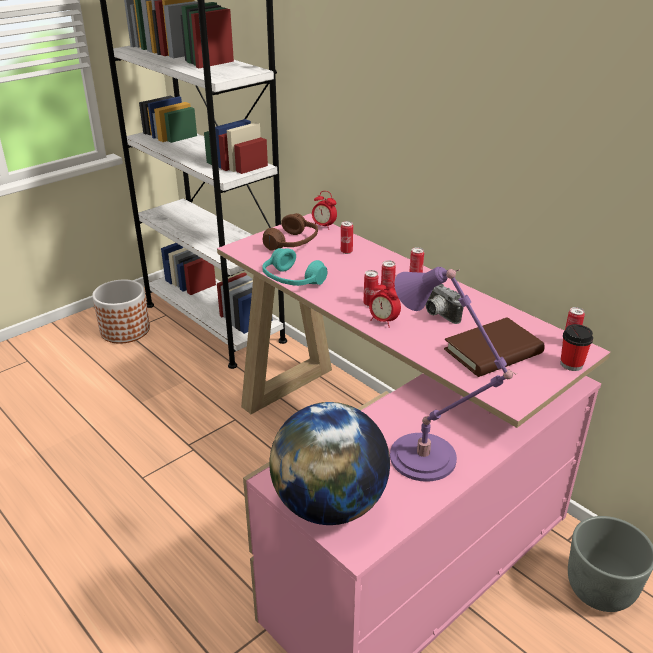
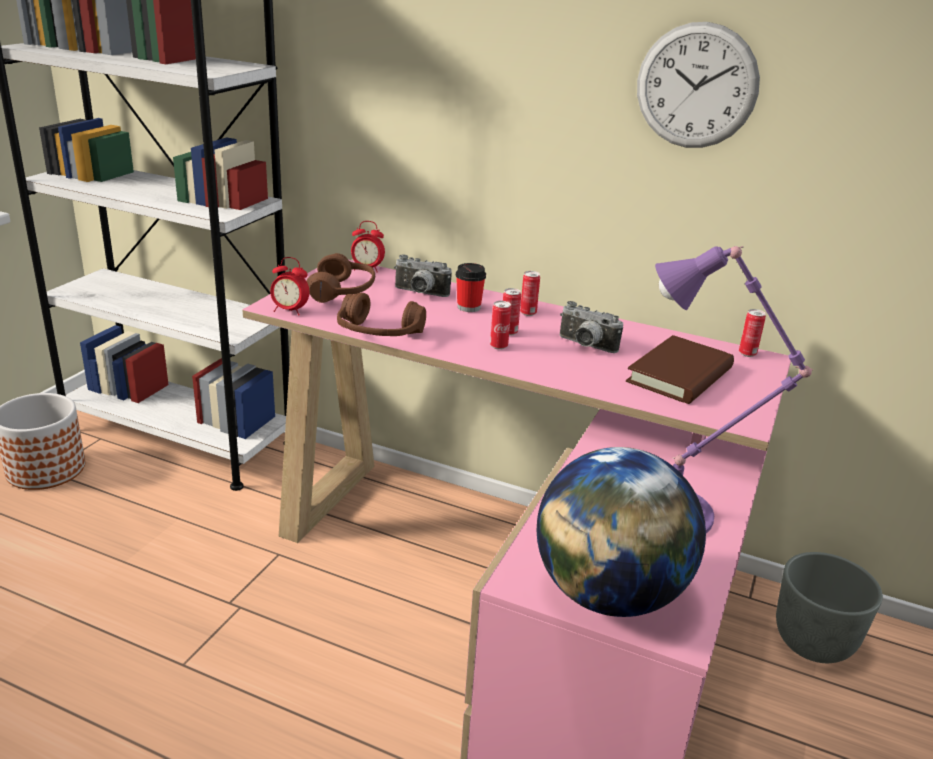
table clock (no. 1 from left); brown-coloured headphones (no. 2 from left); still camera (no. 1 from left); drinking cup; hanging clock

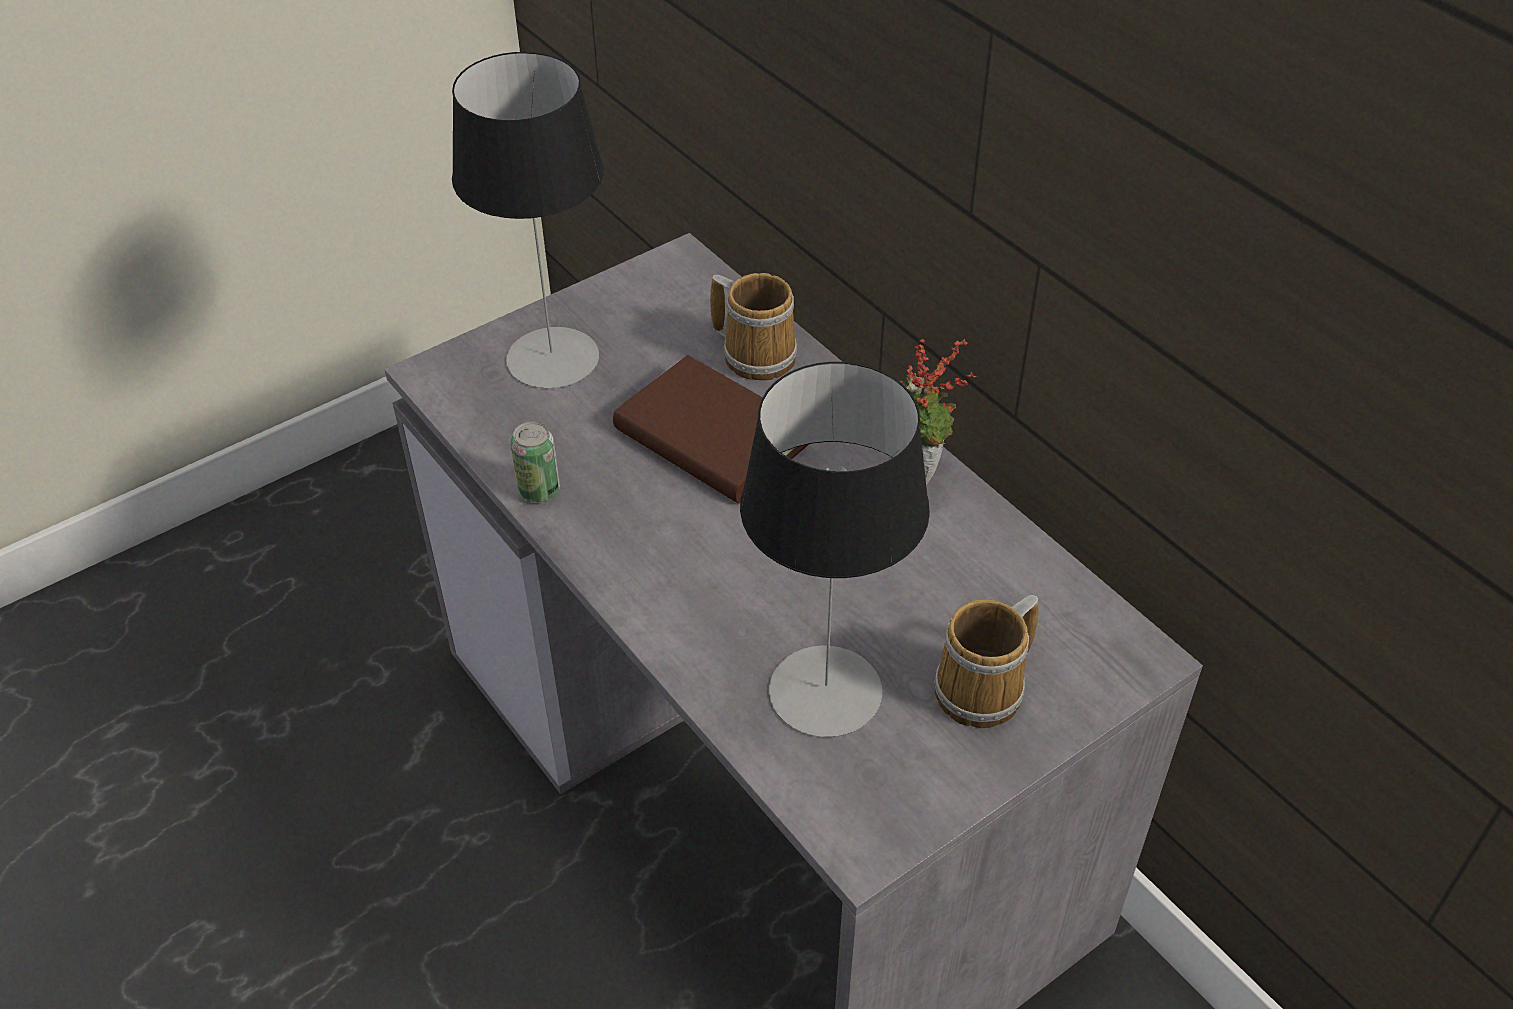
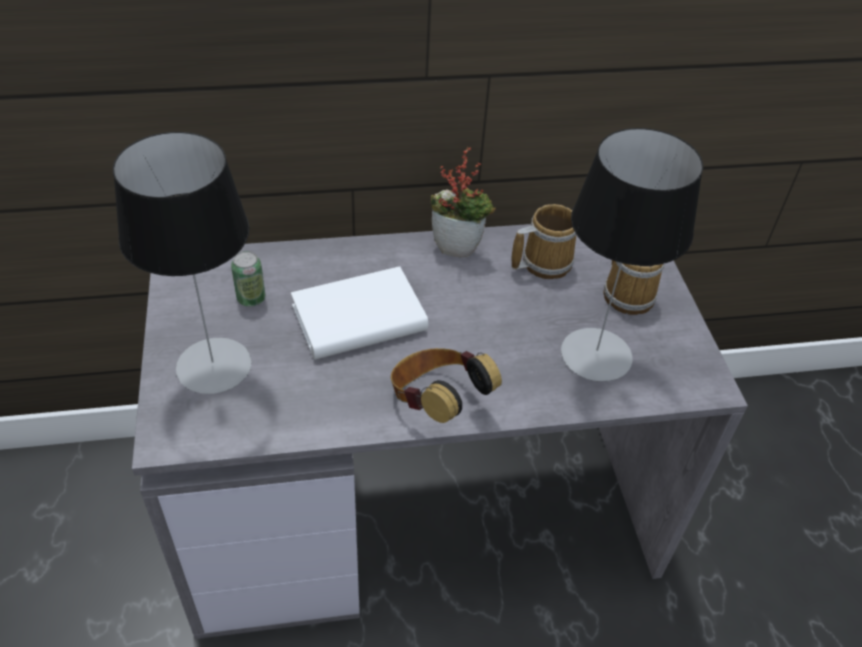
sealed can; white bound book; headphones; mug (no. 1 from left)

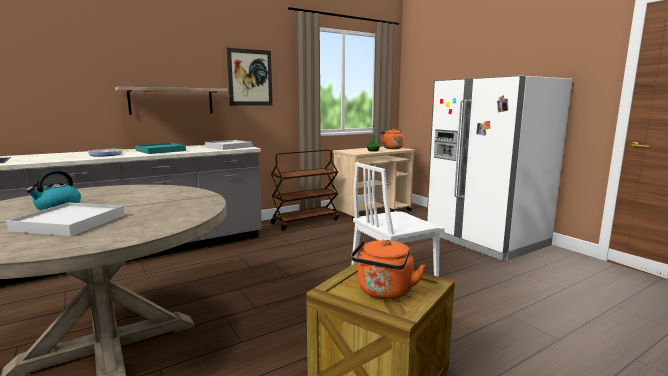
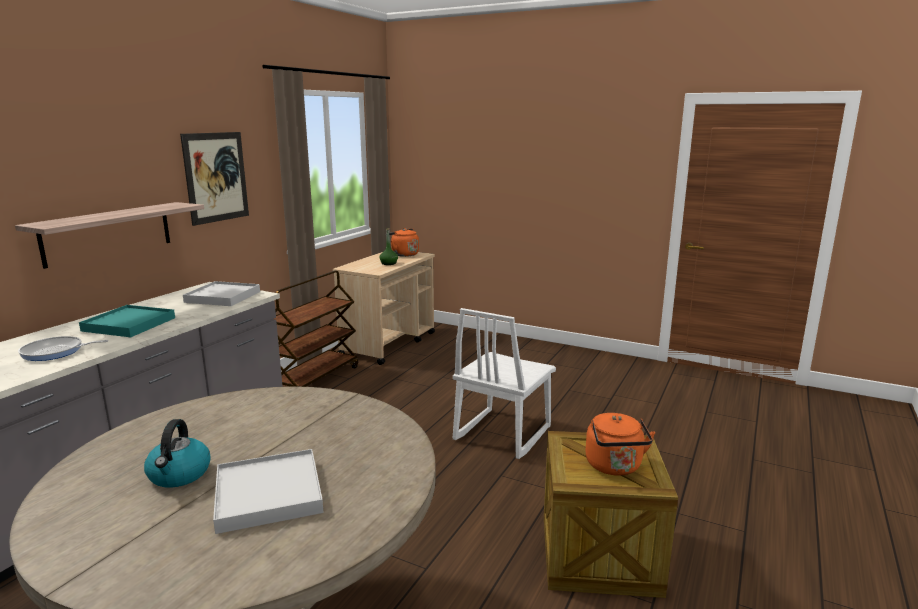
white refrigerator

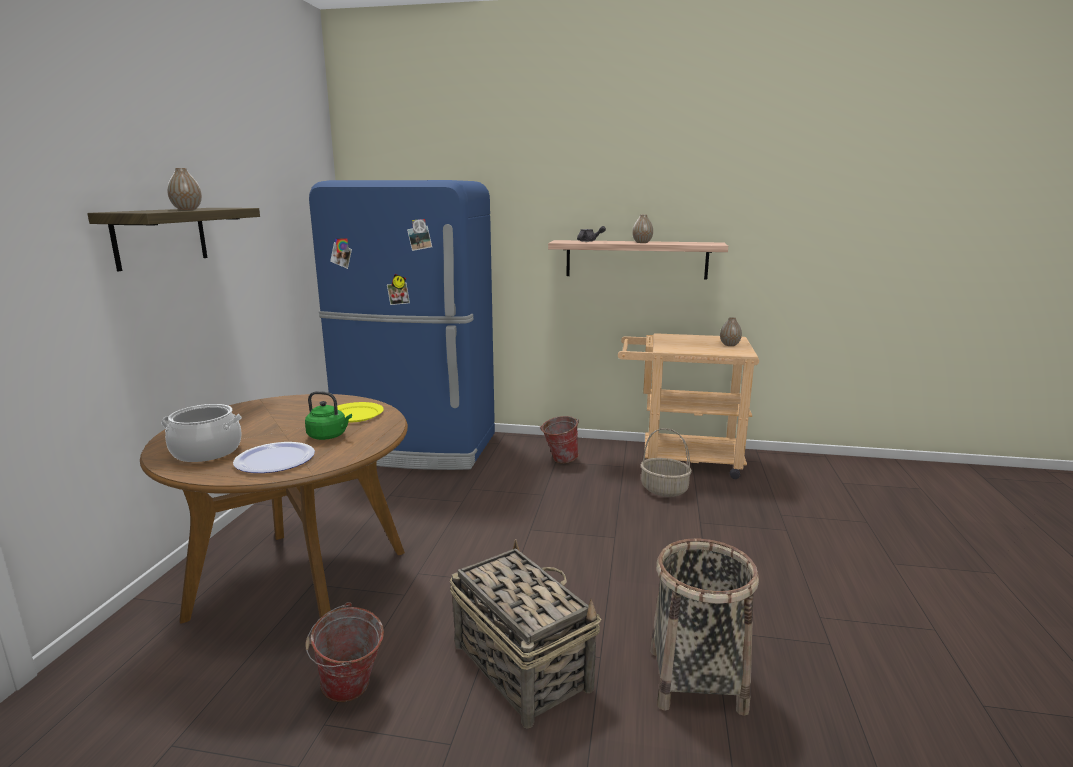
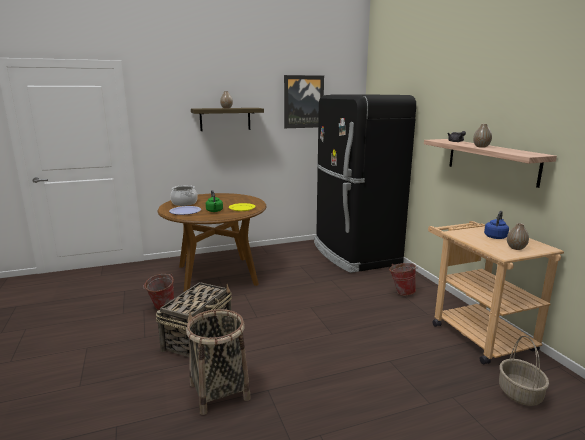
picture; blackish refrigerator; blue-coloured kettle; storage basket (no. 3 from left)

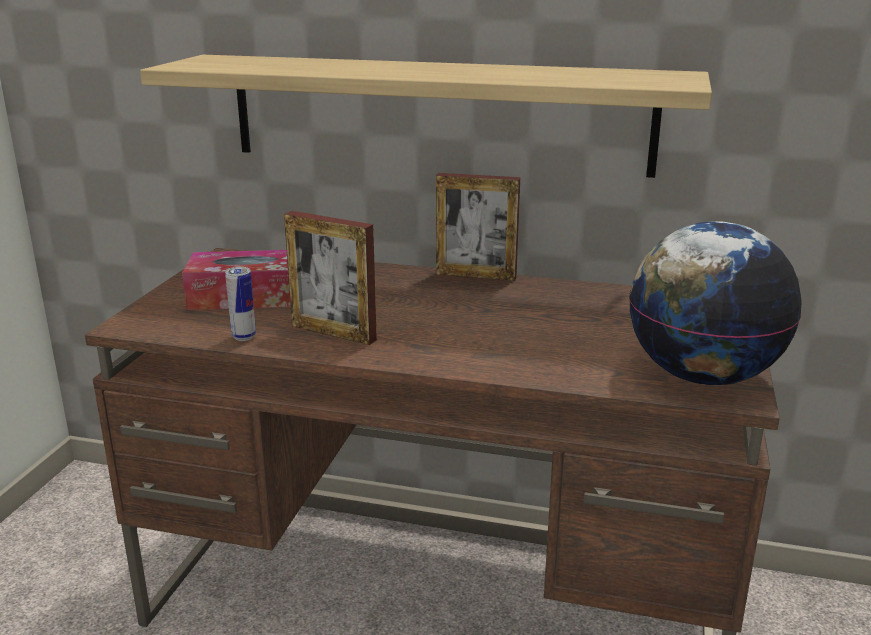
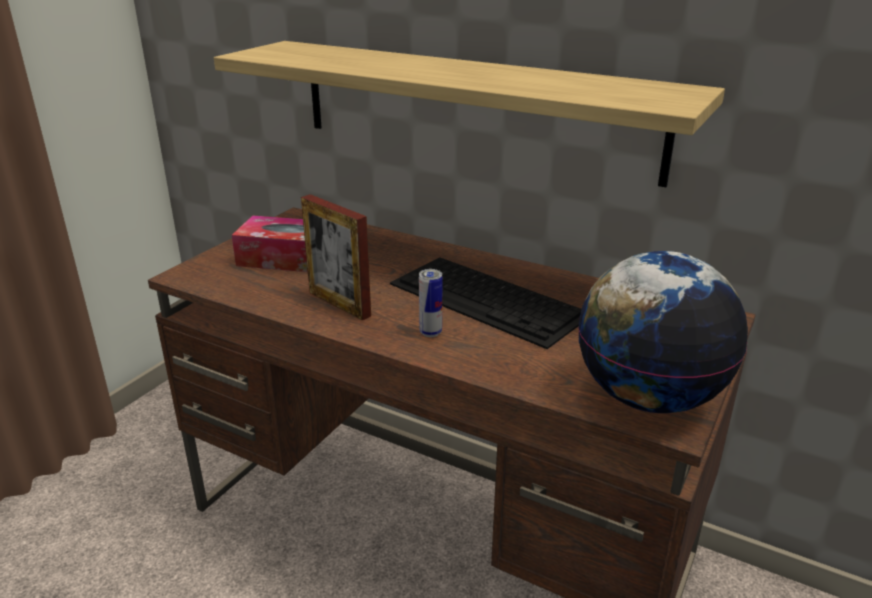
keyboard; sealed can; standing frame (no. 2 from left in the first image)

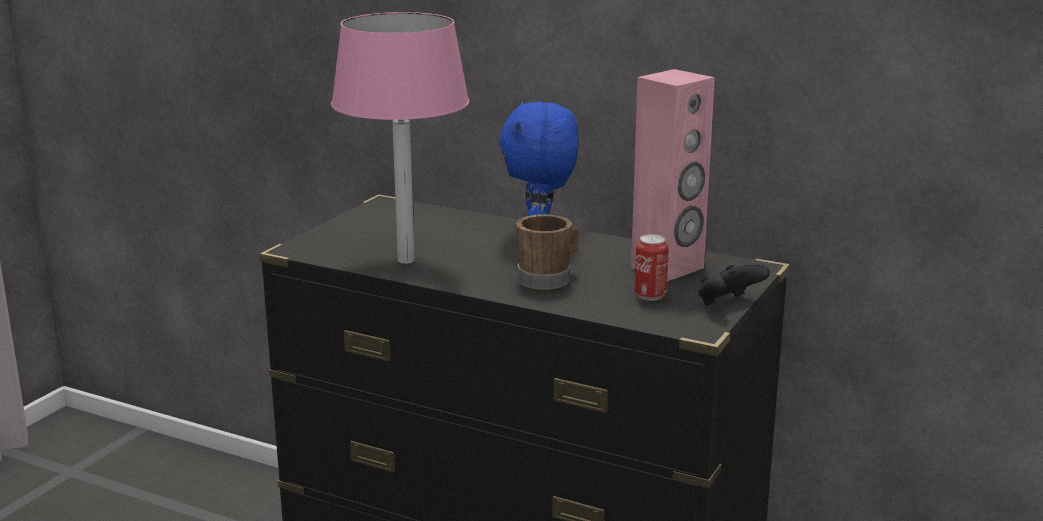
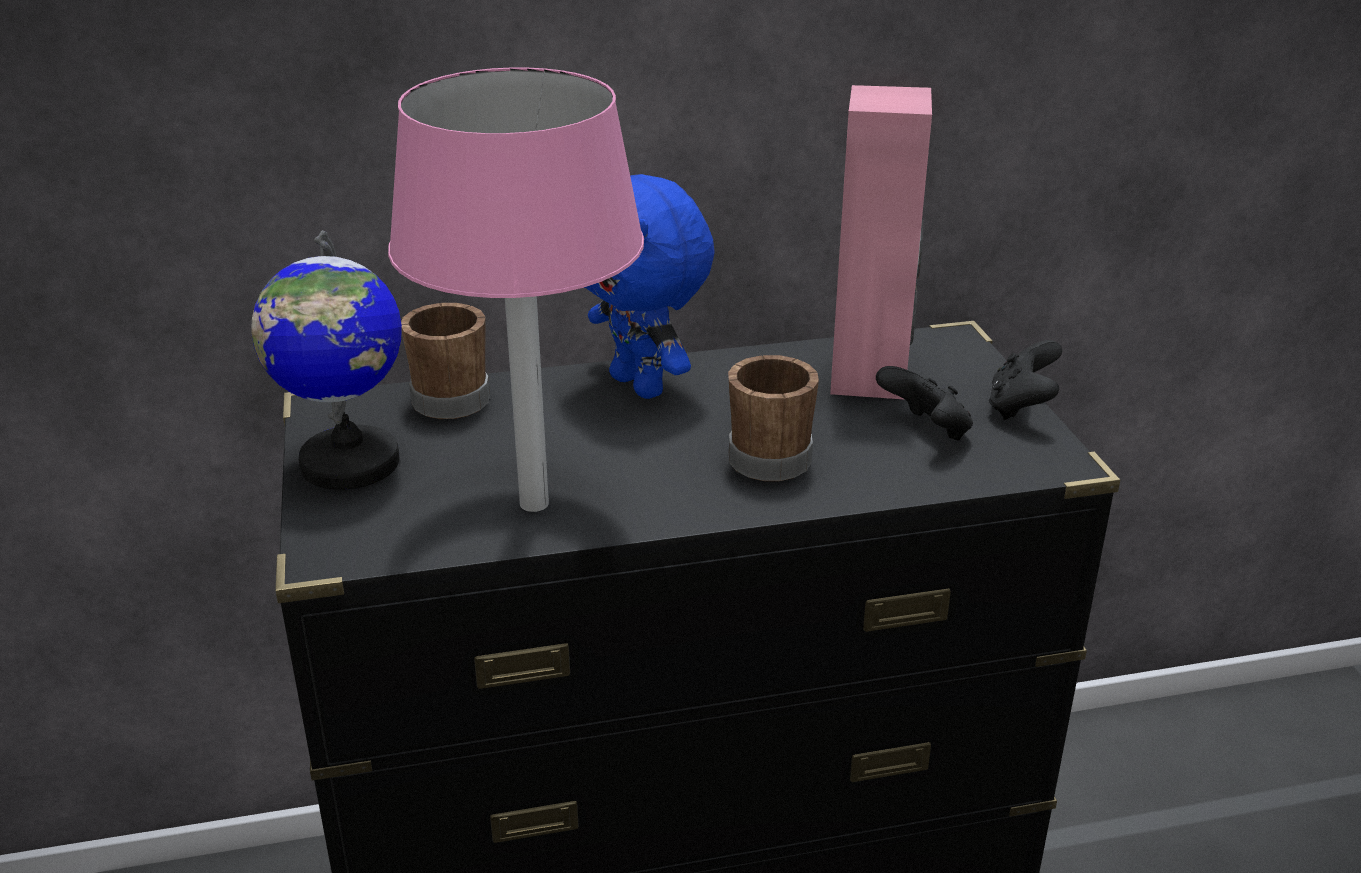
world globe; brown-coloured mug (no. 1 from left); blackish game controller (no. 1 from left)

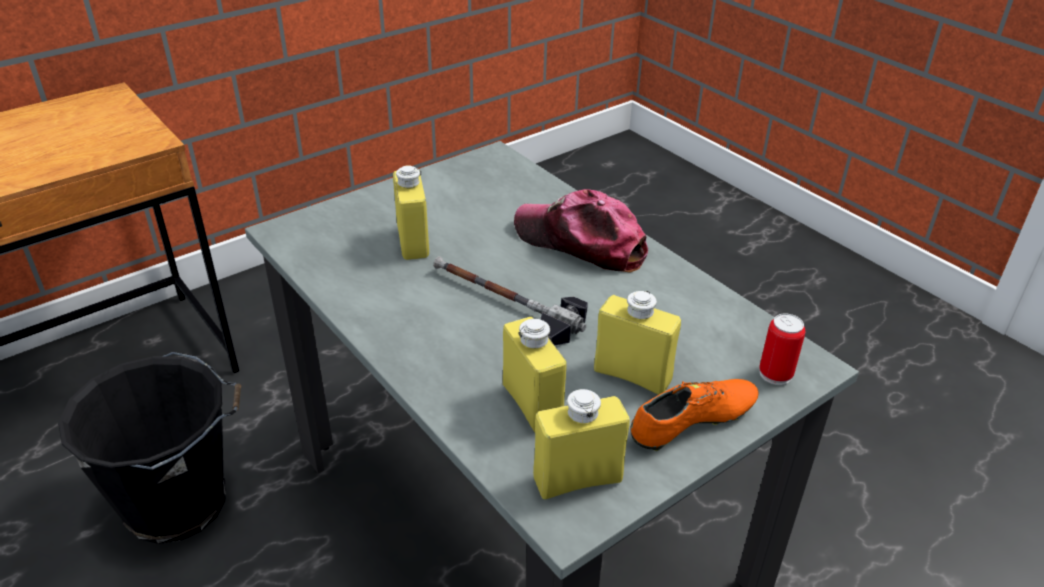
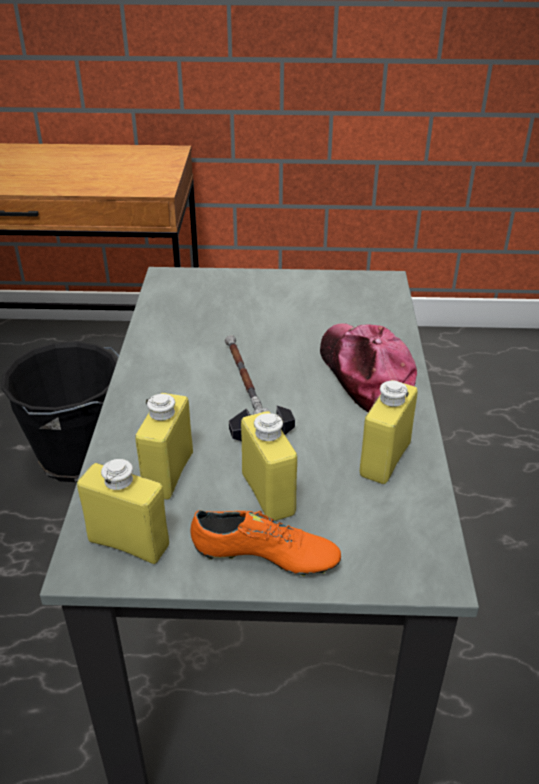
yellow bottle (no. 4 from left); sealed can

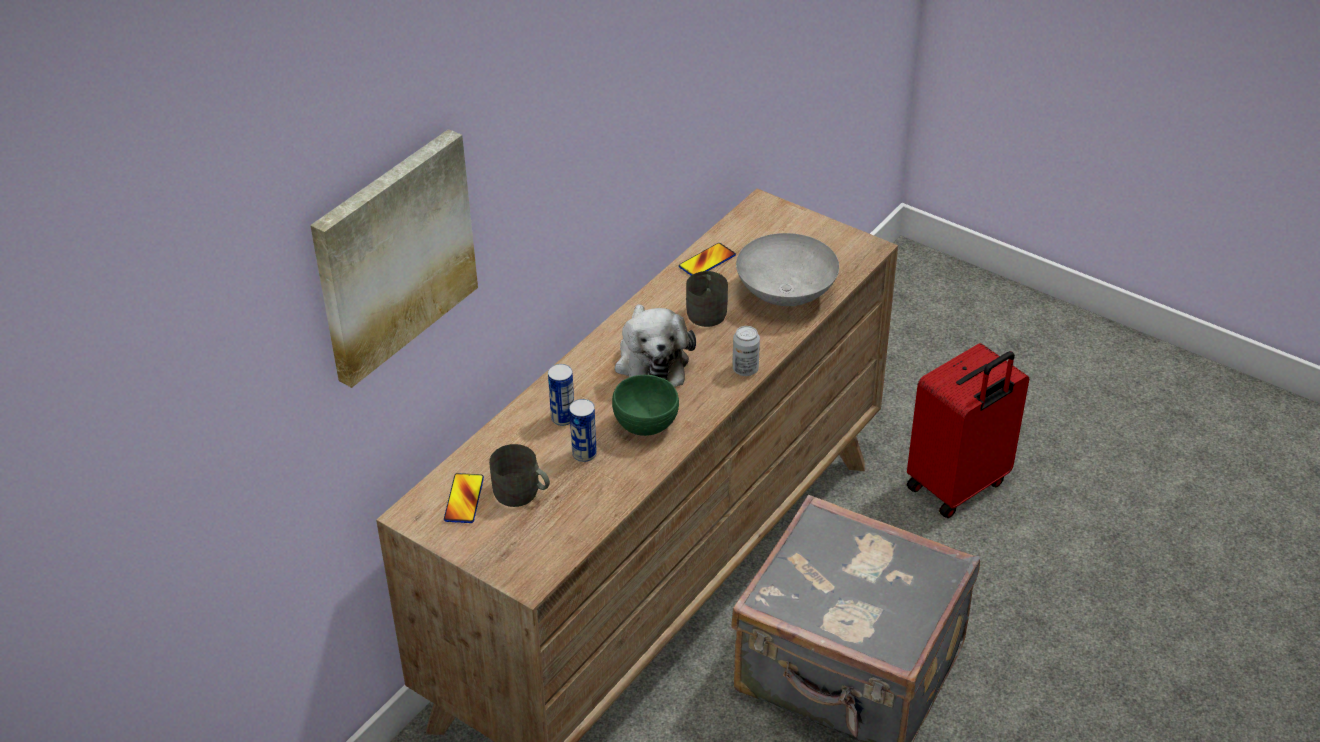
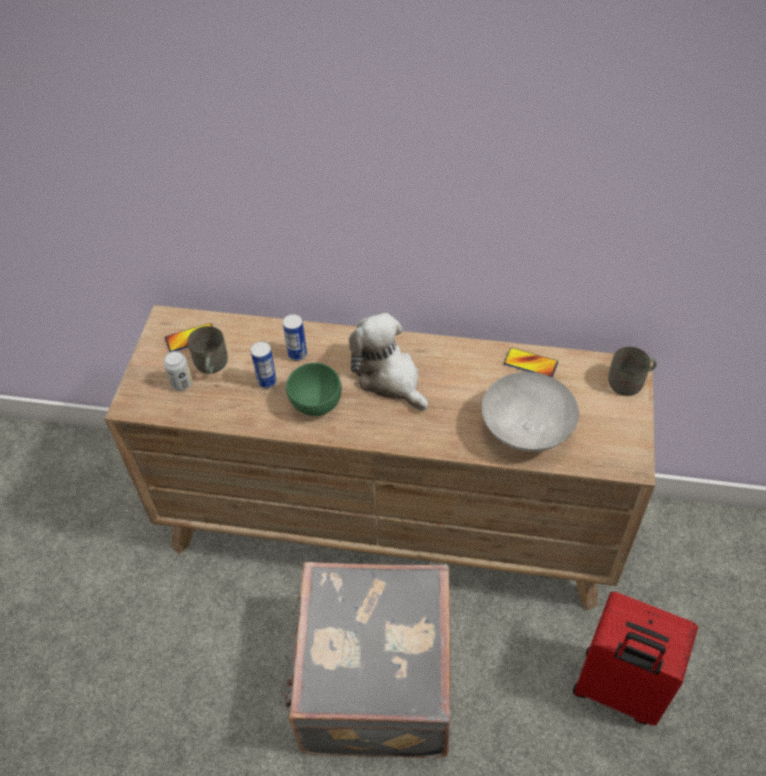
sealed can (no. 1 from left); plush toy; gray mug (no. 2 from left); picture

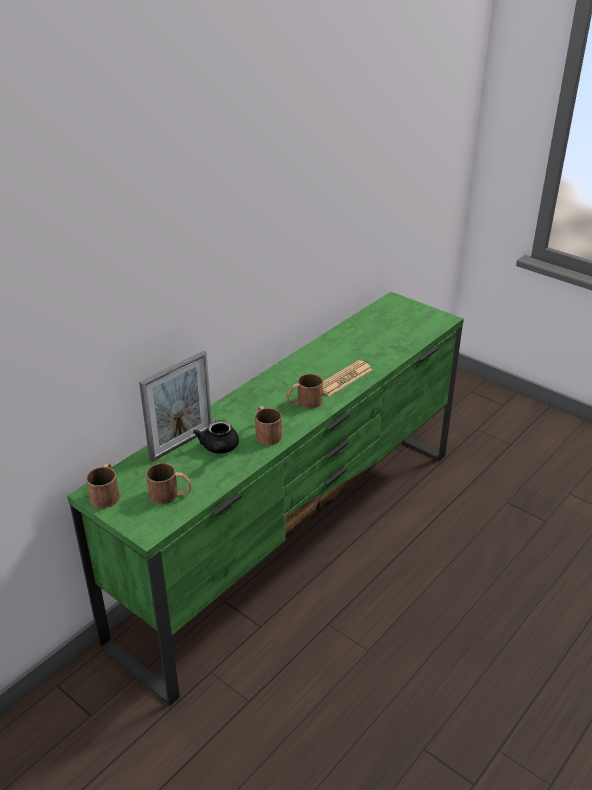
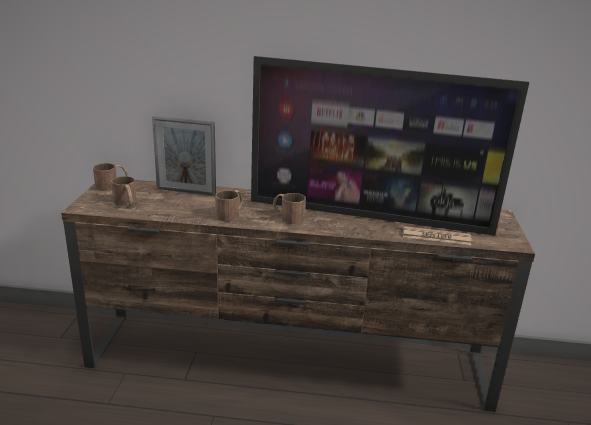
brown-coloured tv stand; TV; newspaper; blackish teapot

